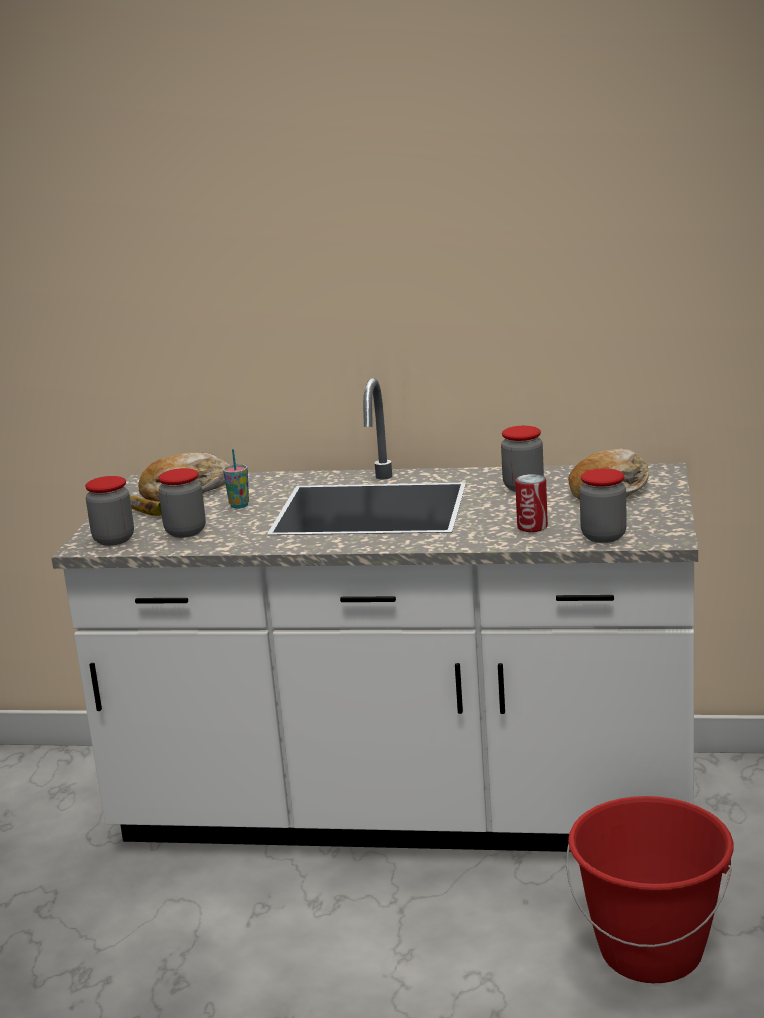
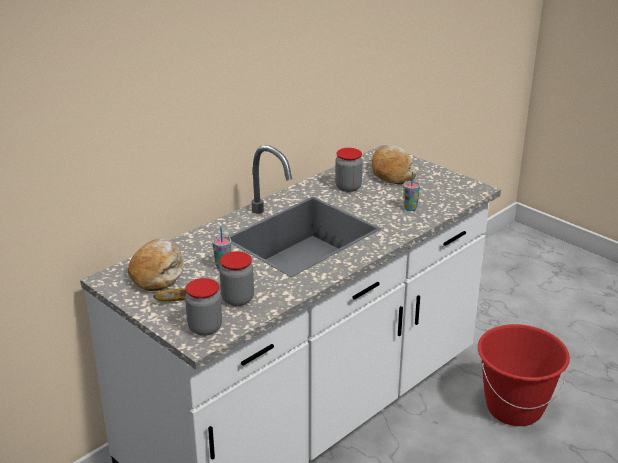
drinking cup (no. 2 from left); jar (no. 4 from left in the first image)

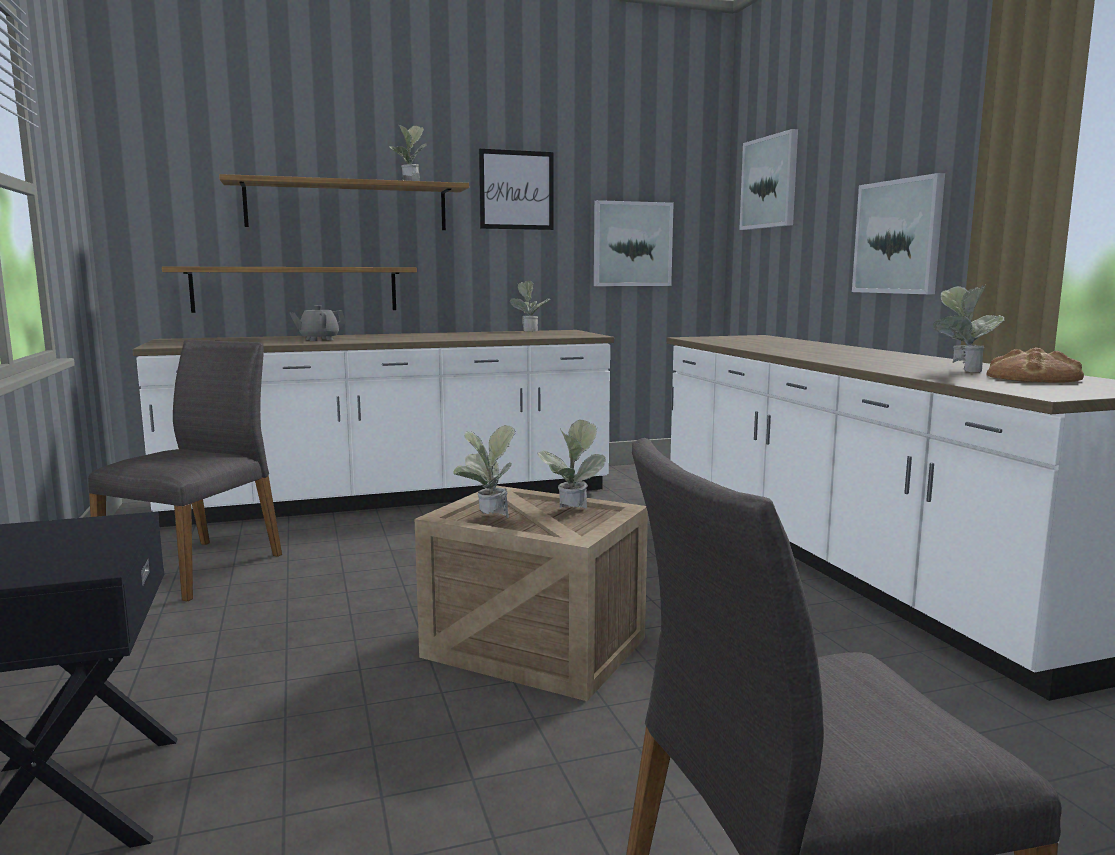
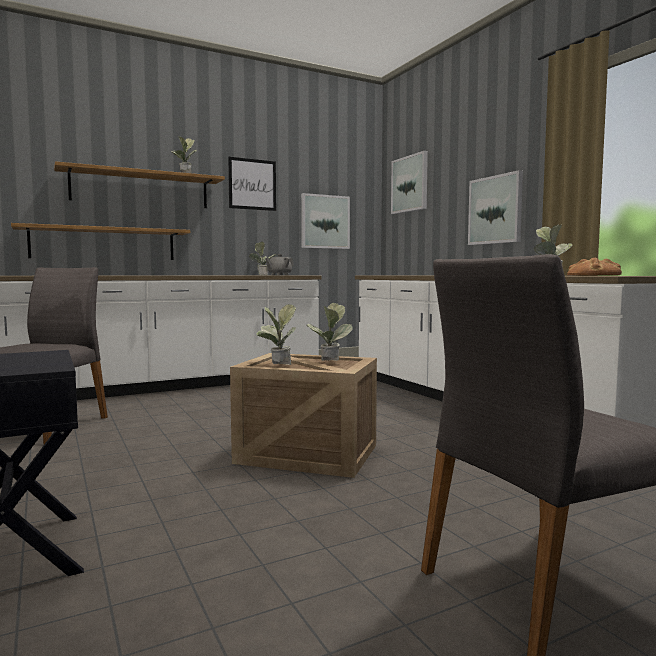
gray teapot

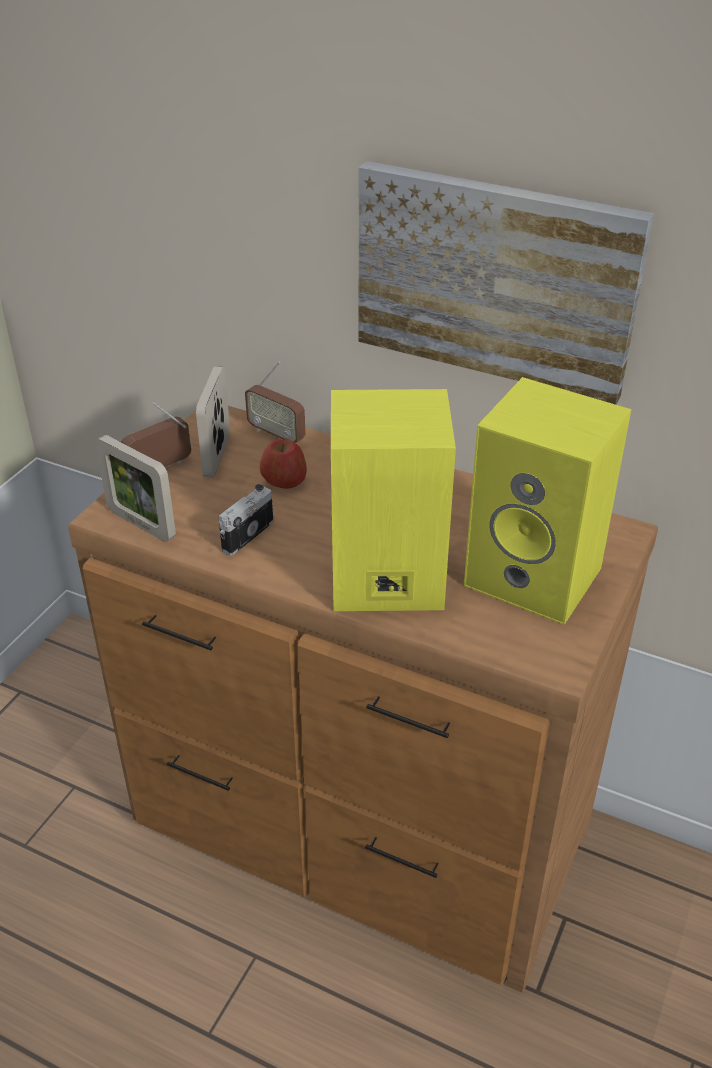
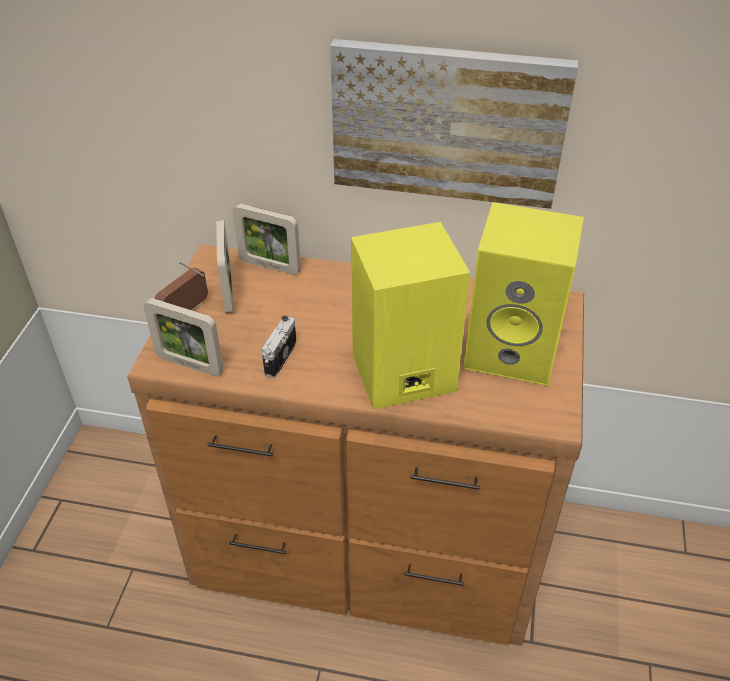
standing frame (no. 3 from left); apple

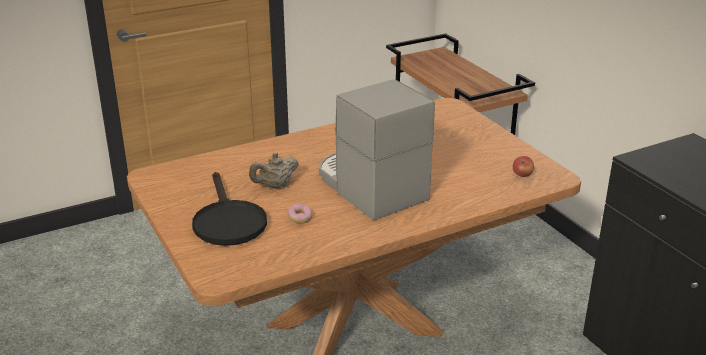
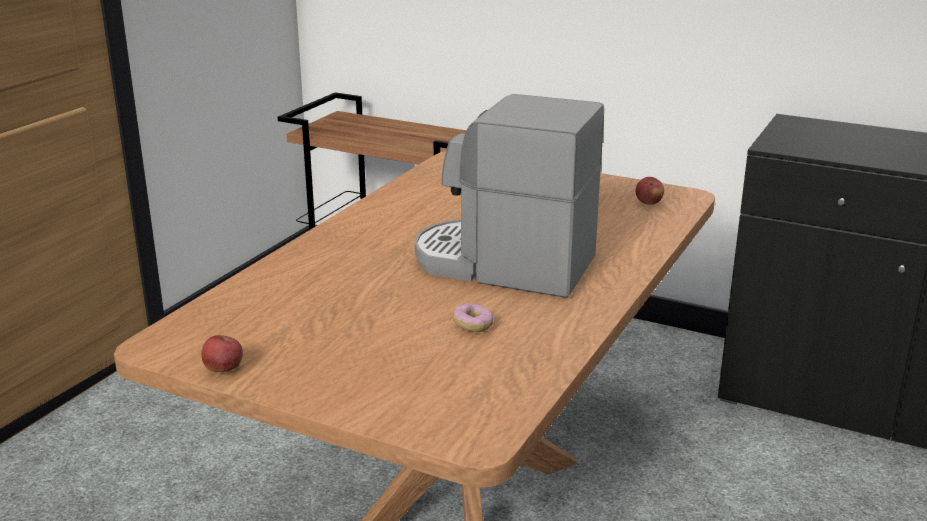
apple (no. 1 from left); blackish frying pan; beige-coloured teapot

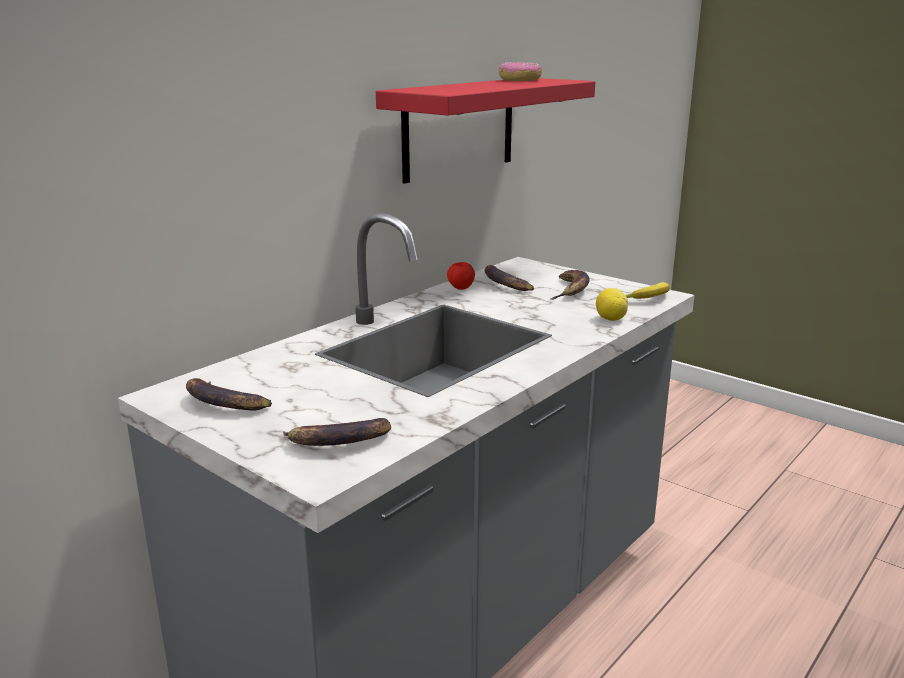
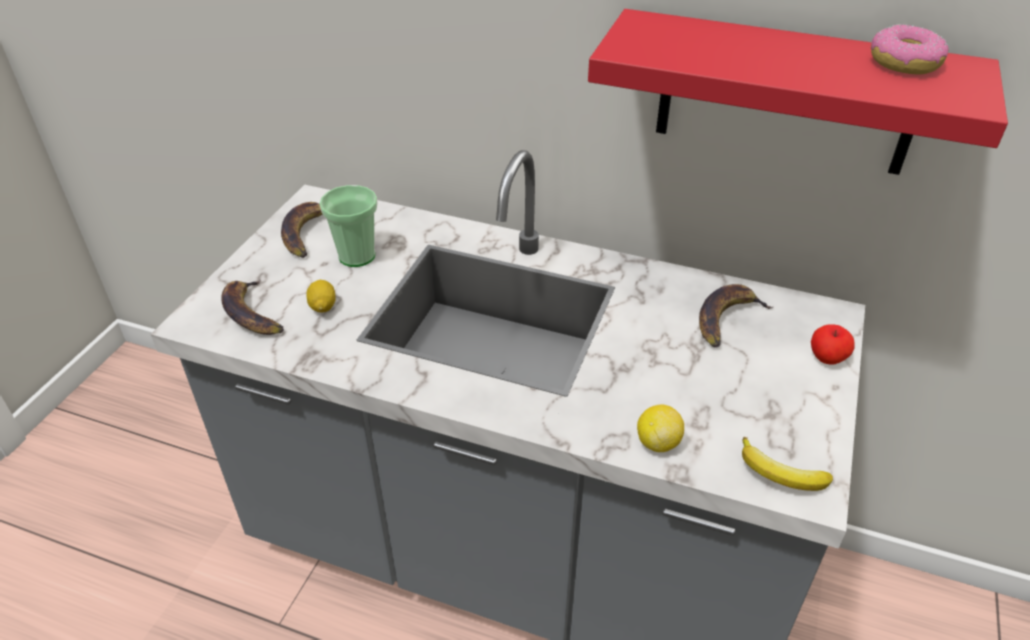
lemon (no. 1 from left); drinking cup; apple; banana fruit (no. 4 from left in the first image)

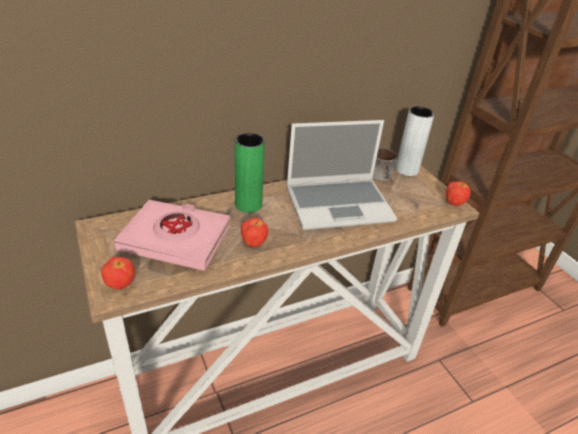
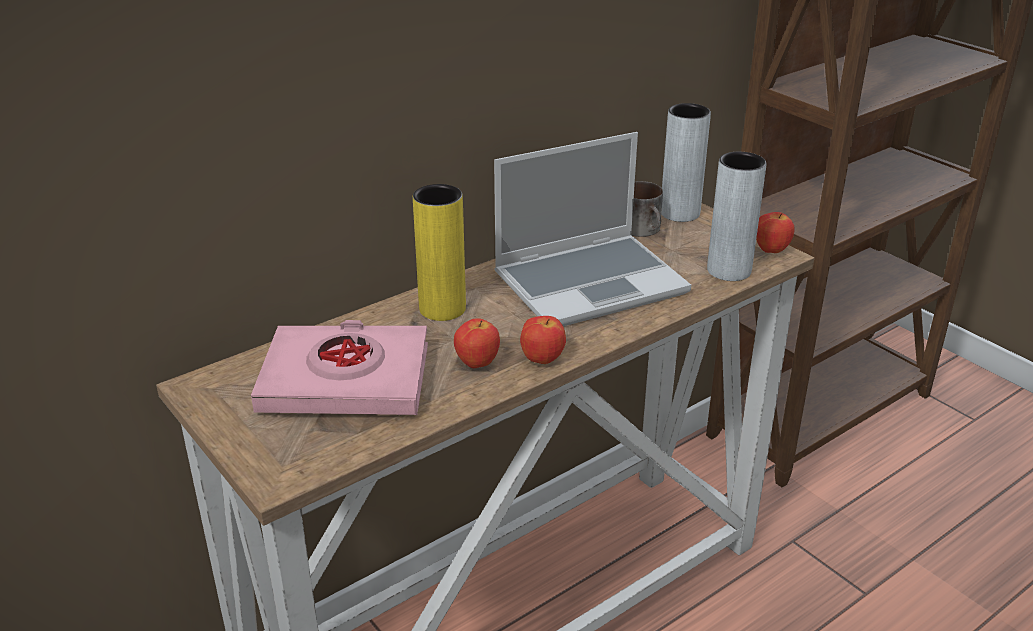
yellow decorative vase; apple (no. 2 from left); gray decorative vase (no. 2 from left)

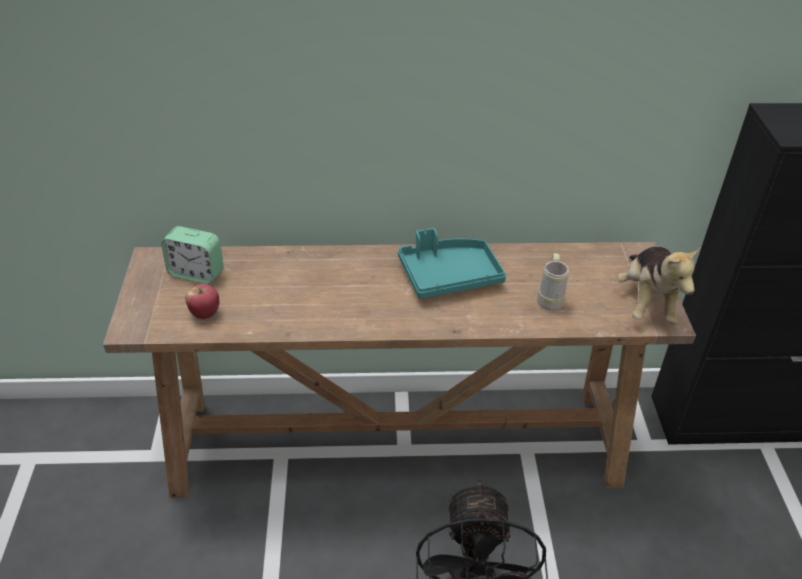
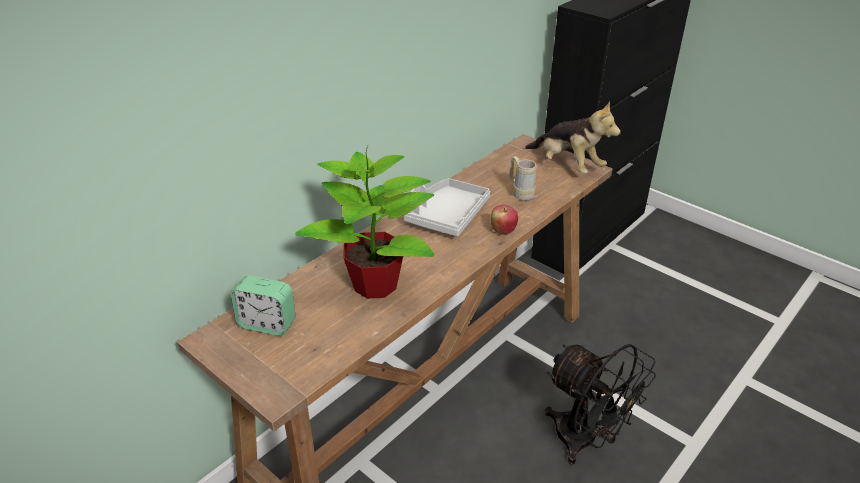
table clock; potted plant; gray tray; apple

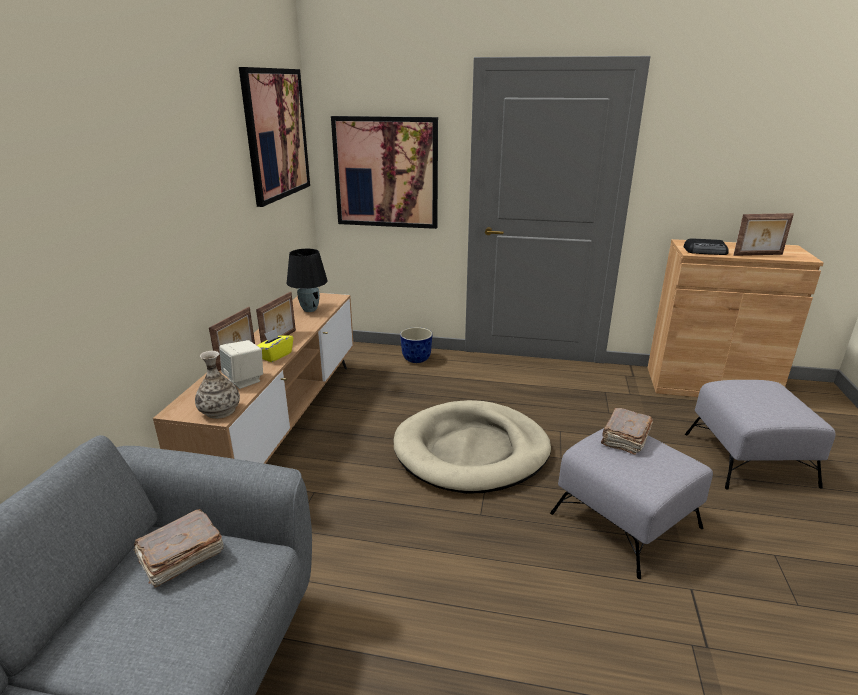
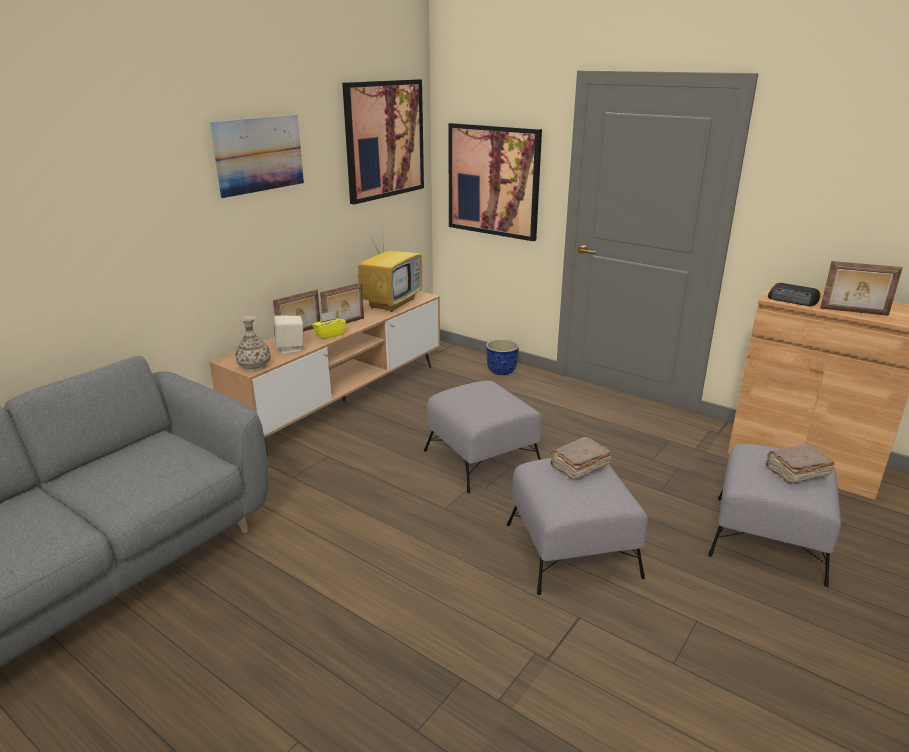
picture (no. 1 from left); TV; gray footrest (no. 1 from left); brown-coloured bound book (no. 2 from left)

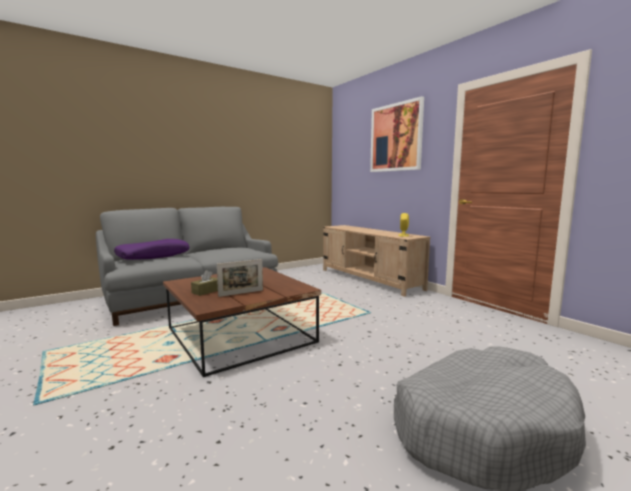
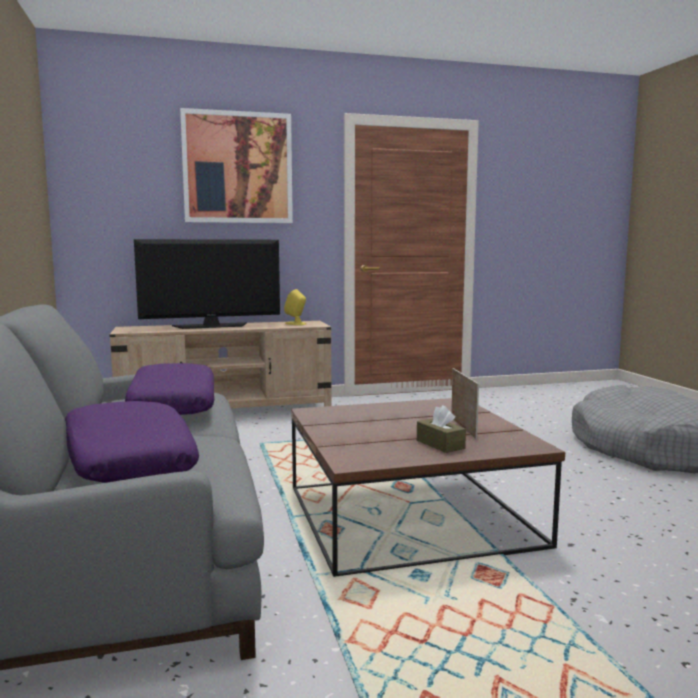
purple-coloured pillow (no. 2 from left); TV

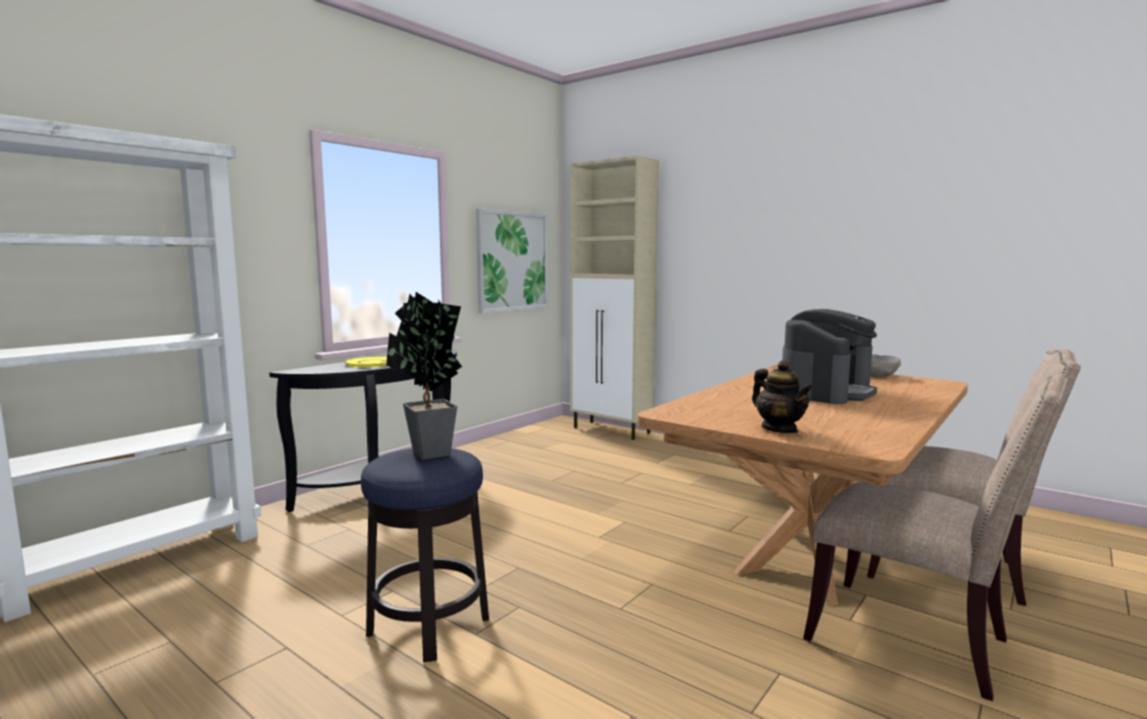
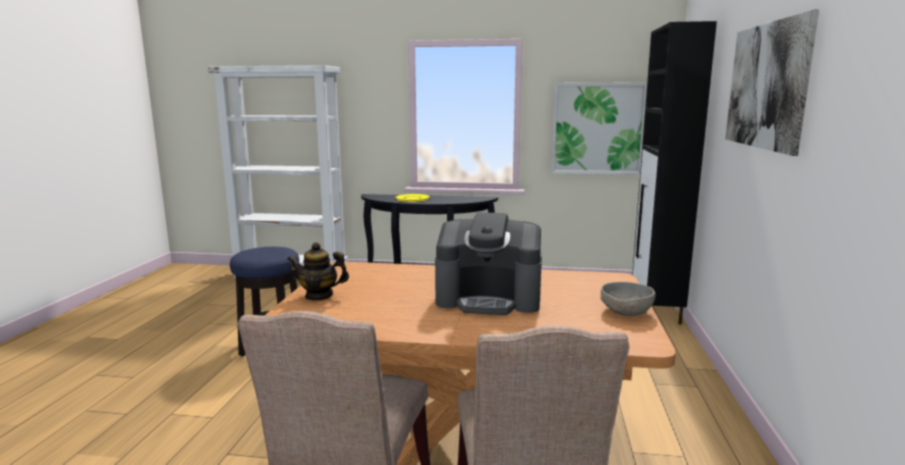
teapot; blackish cabinet; picture (no. 2 from left); potted plant

